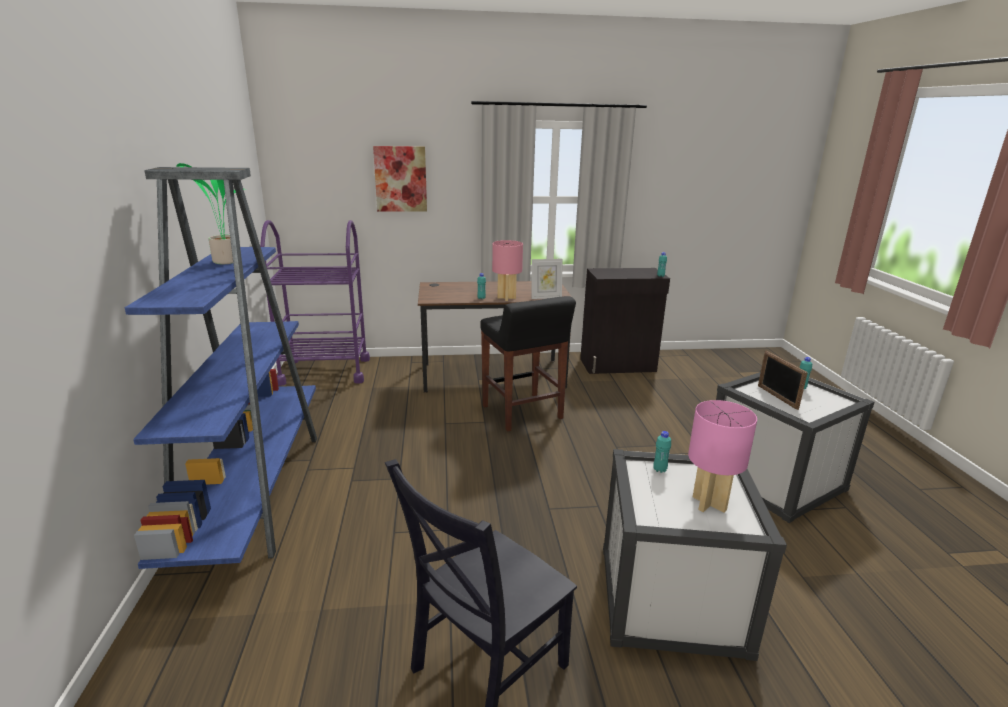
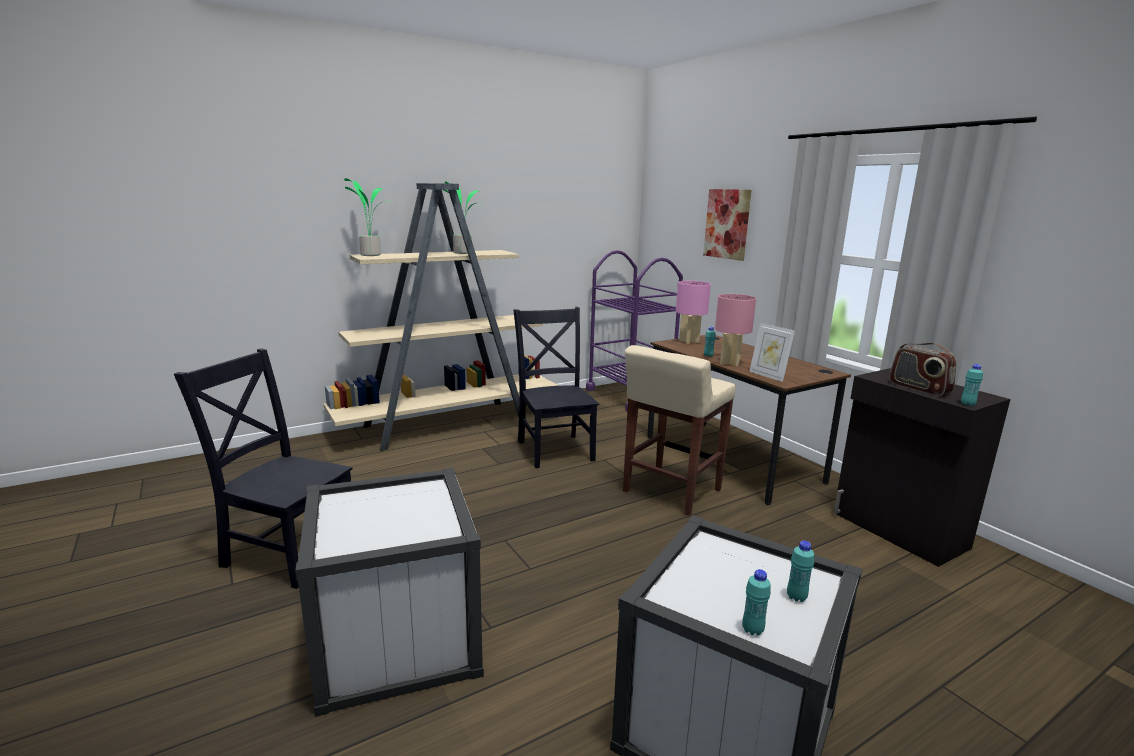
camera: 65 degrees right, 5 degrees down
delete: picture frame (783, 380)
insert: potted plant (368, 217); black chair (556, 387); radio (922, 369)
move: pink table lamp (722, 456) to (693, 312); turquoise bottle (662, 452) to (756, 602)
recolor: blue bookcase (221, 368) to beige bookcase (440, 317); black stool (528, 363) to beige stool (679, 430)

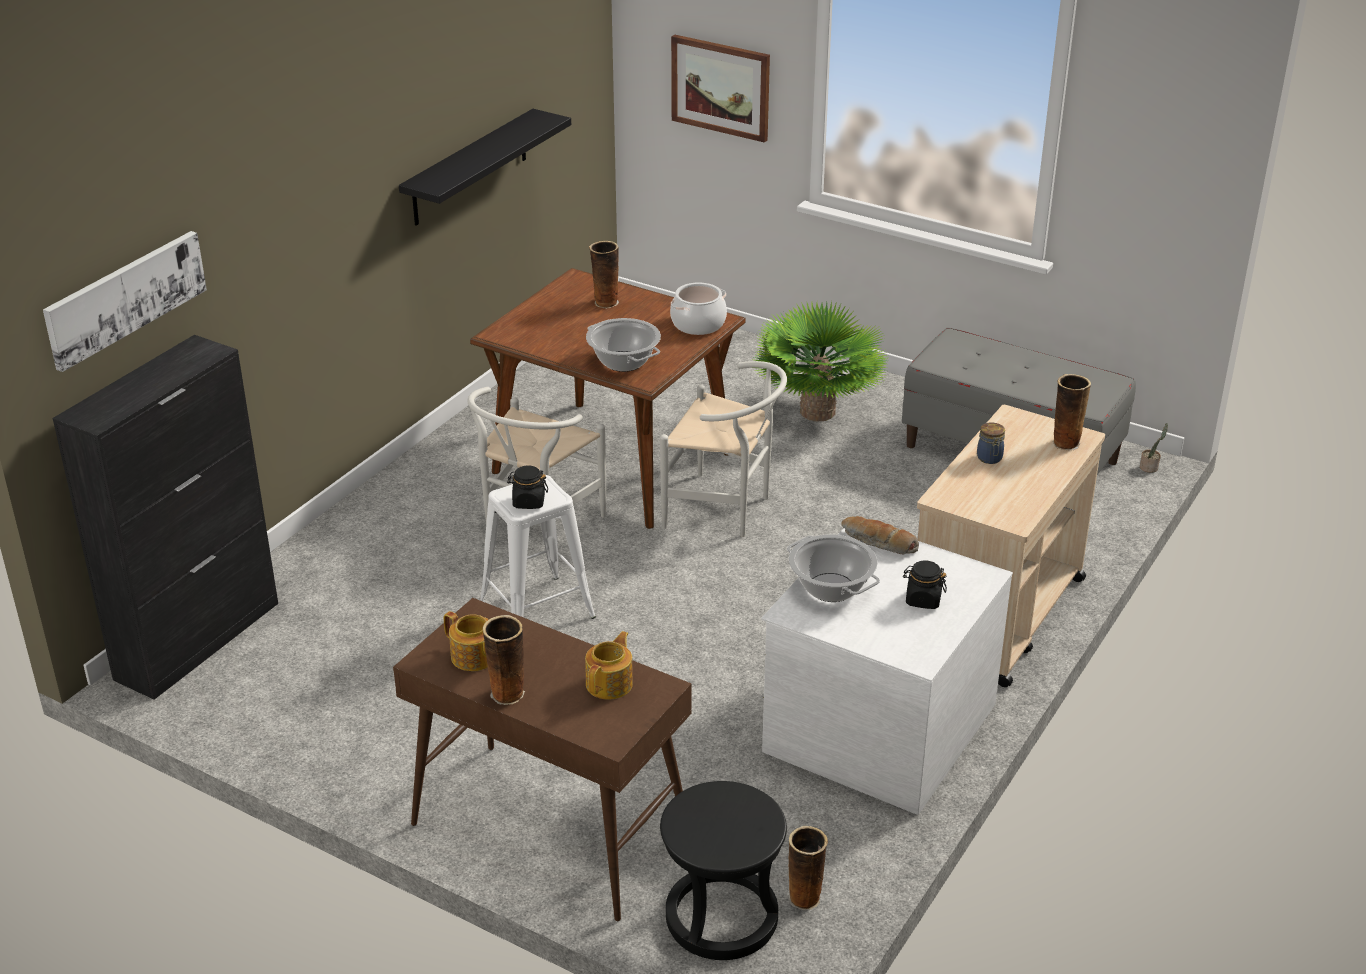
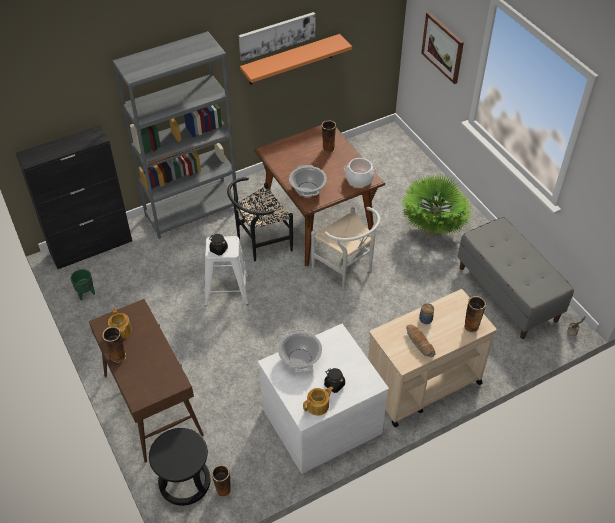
camera: 30 degrees right, 15 degrees up
insert: green planter (83, 284); grey bookcase (174, 135)
move: picture (125, 301) to (277, 36); teapot (609, 665) to (318, 401); bread (880, 535) to (421, 341)
recolor: white chair (537, 454) to black chair (260, 219); black shelf (485, 167) to orange shelf (296, 59)

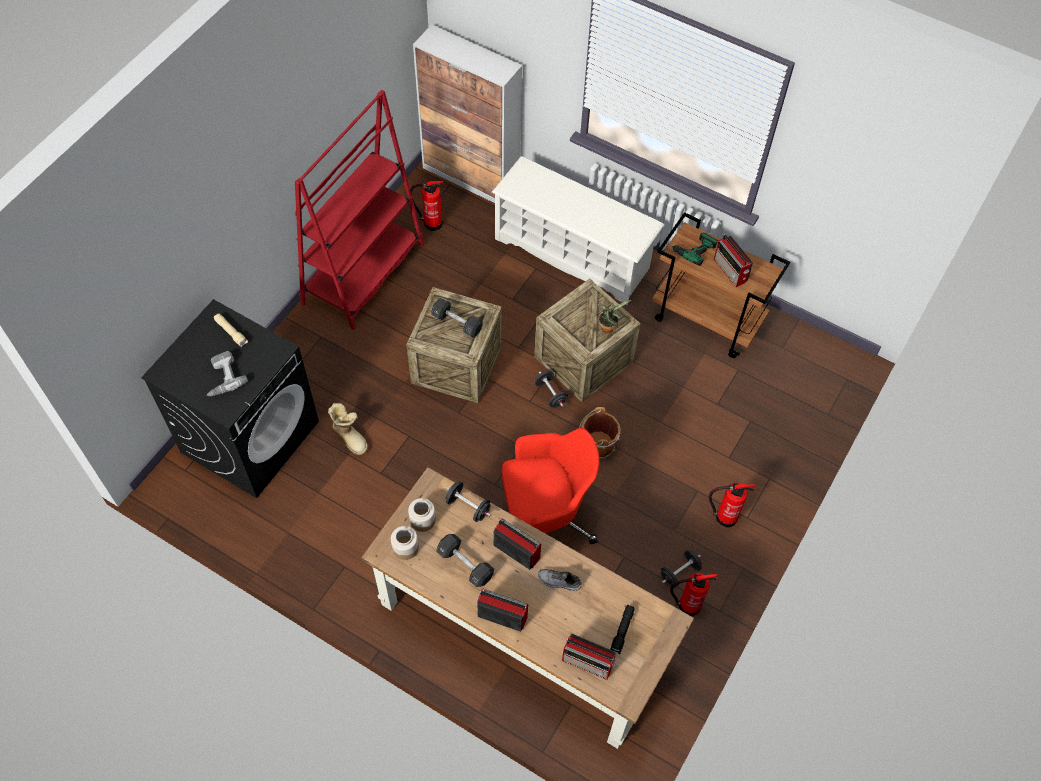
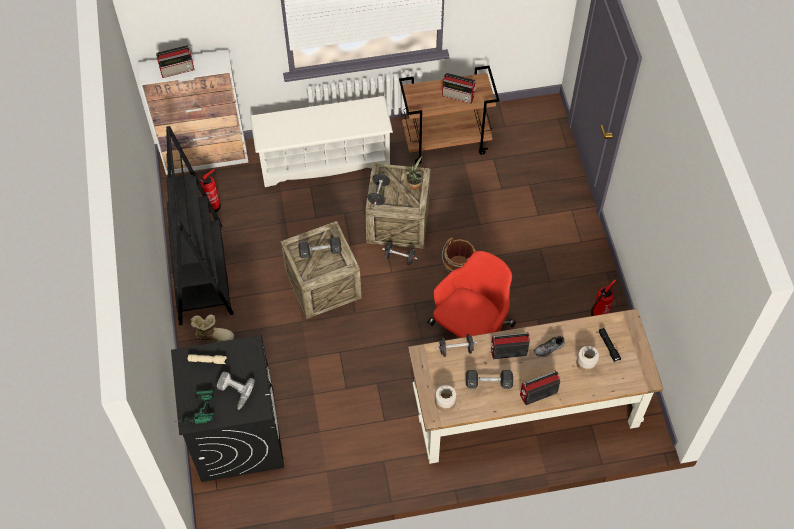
camera: 40 degrees left, 0 degrees up
delete: fire extinguisher (732, 505)
move: radio (589, 656) to (175, 61); power drill (692, 249) to (194, 406); boot (348, 429) to (212, 328); black dumbbell (681, 569) to (378, 189); jar (422, 515) to (587, 359)
recolor: red bookcase (359, 210) to black bookcase (200, 226)

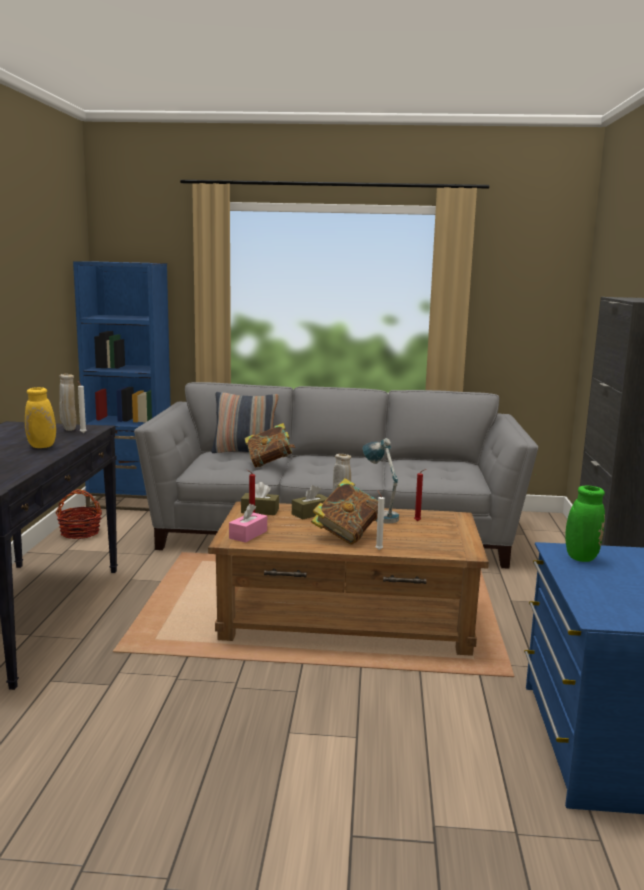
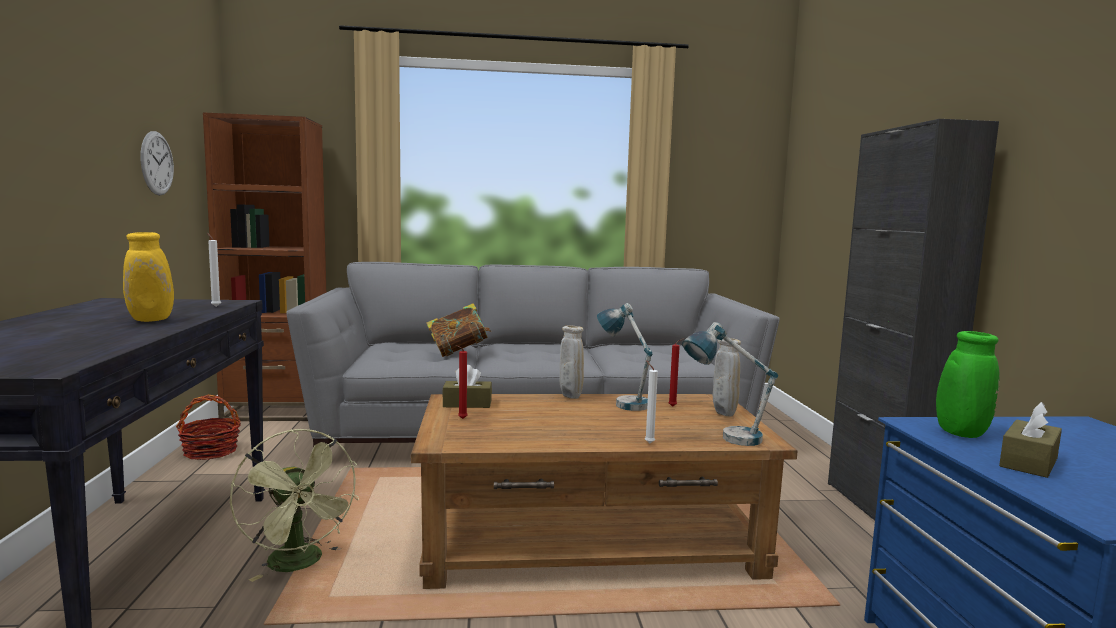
camera: 10 degrees left, 5 degrees down
delete: pillow (245, 422); pink tissue box (248, 523); book (344, 511)
insert: wall clock (157, 163); green fan (294, 505); table lamp (730, 384)
move: beige vase (67, 402) to (727, 377); brown tissue box (310, 502) to (1030, 440)
recolor: blue bookcase (122, 386) to brown bookcase (264, 267)

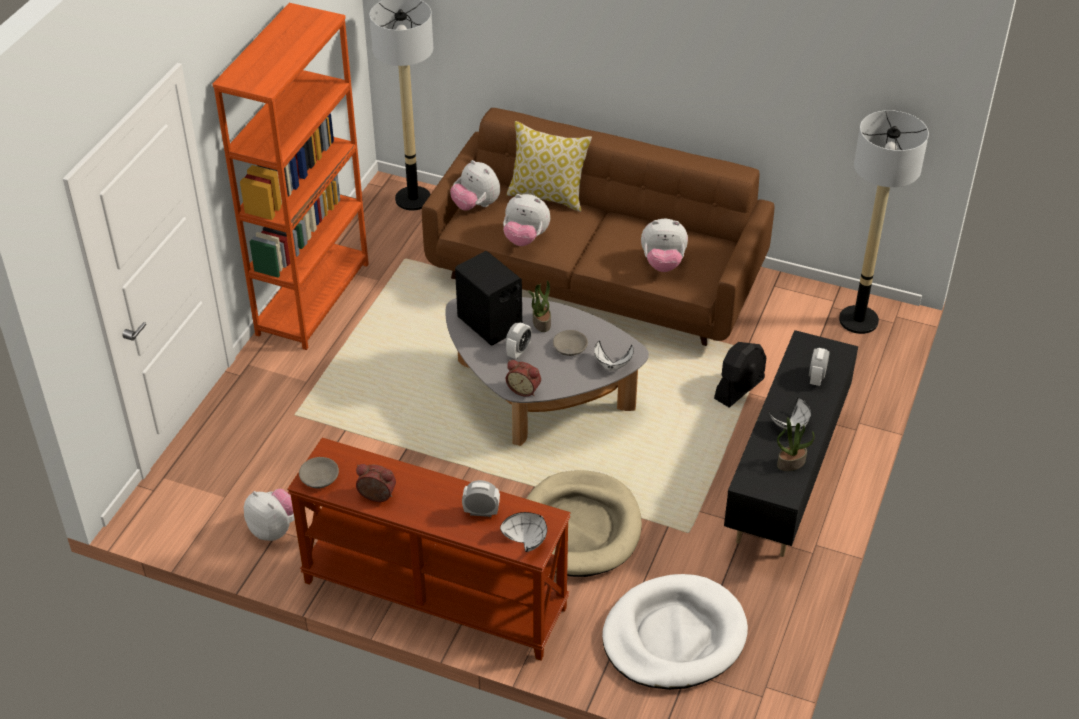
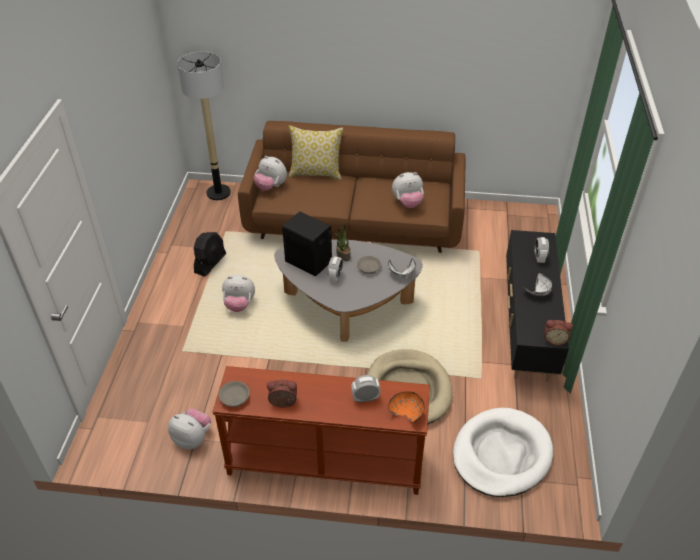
camera: 15 degrees left, 0 degrees up
delete: orange bookcase (291, 176); potted plant (795, 444); floor lamp (884, 222)
move: black fan (740, 375) to (210, 254); plush toy (526, 220) to (238, 293); alarm clock (523, 378) to (559, 332)
recolor: white bowl (523, 532) to orange bowl (406, 407)

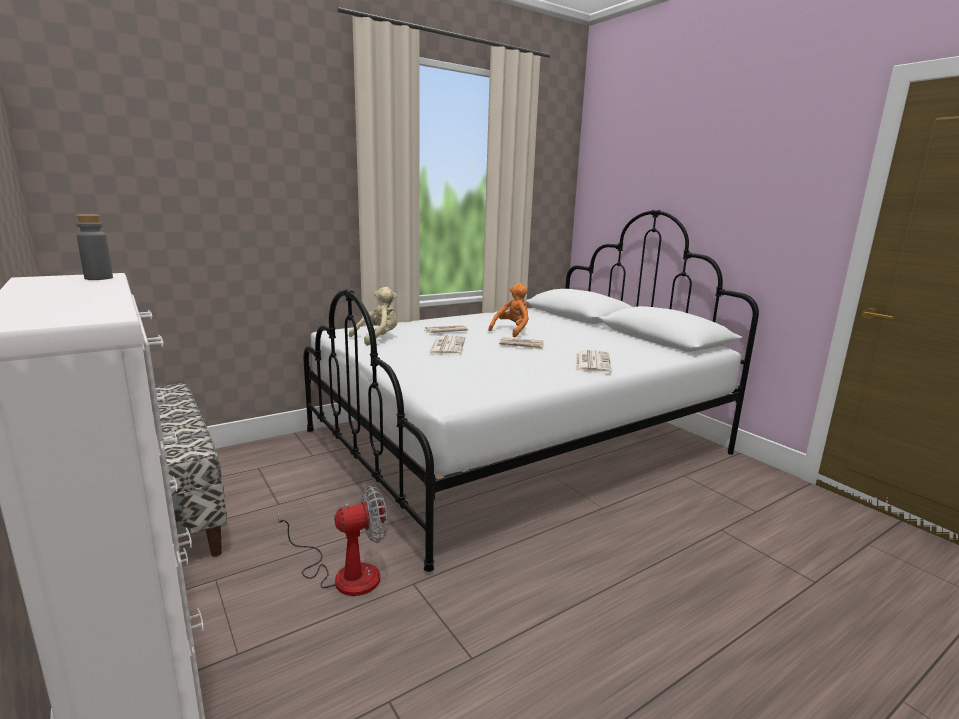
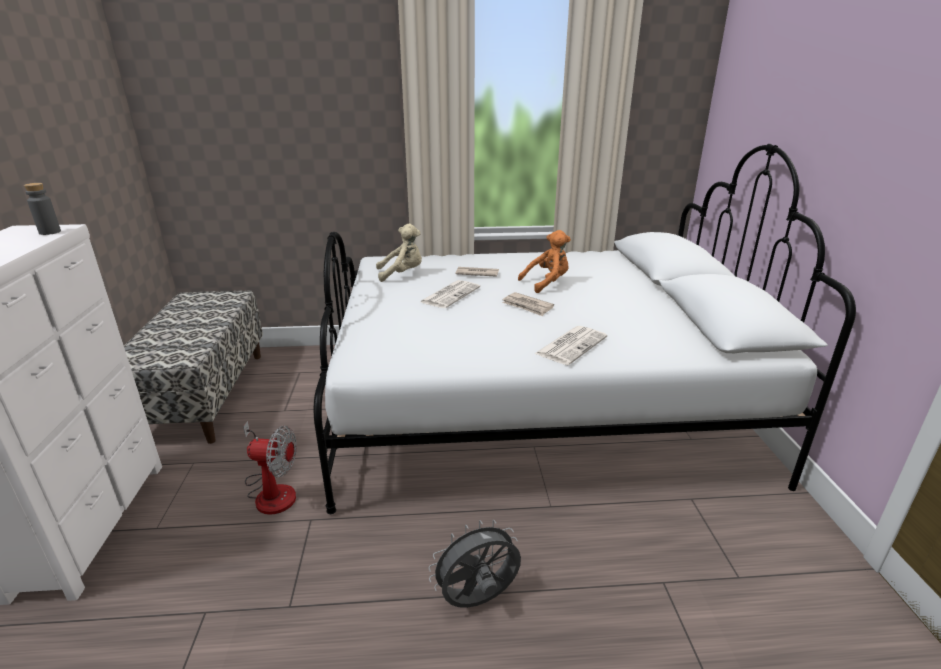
camera: 30 degrees right, 10 degrees up
insert: grey fan (474, 564)

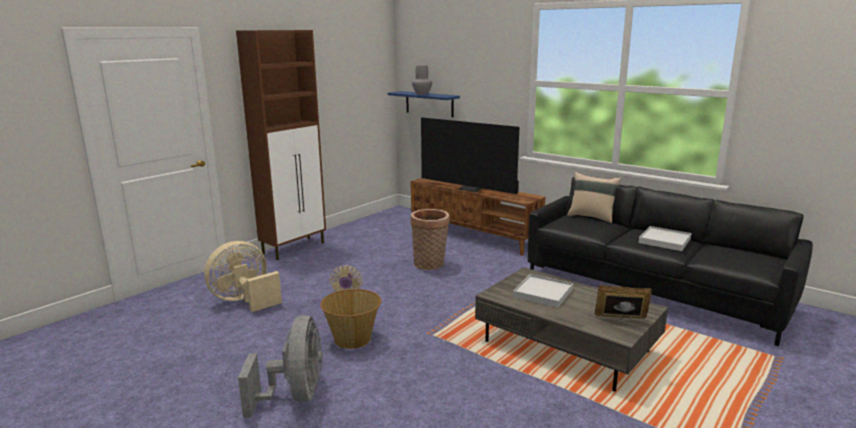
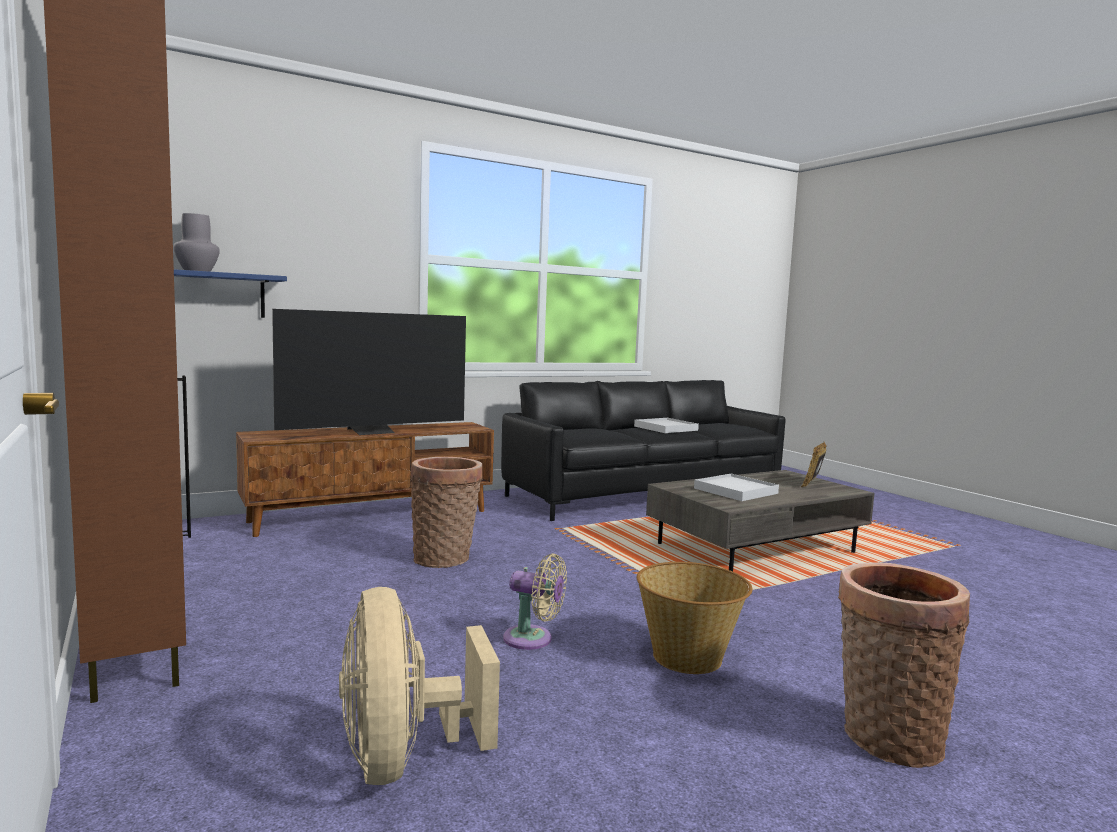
camera: 70 degrees left, 10 degrees down
delete: beige pillow (594, 197)
replace: grey fan (280, 366) to basket (904, 665)

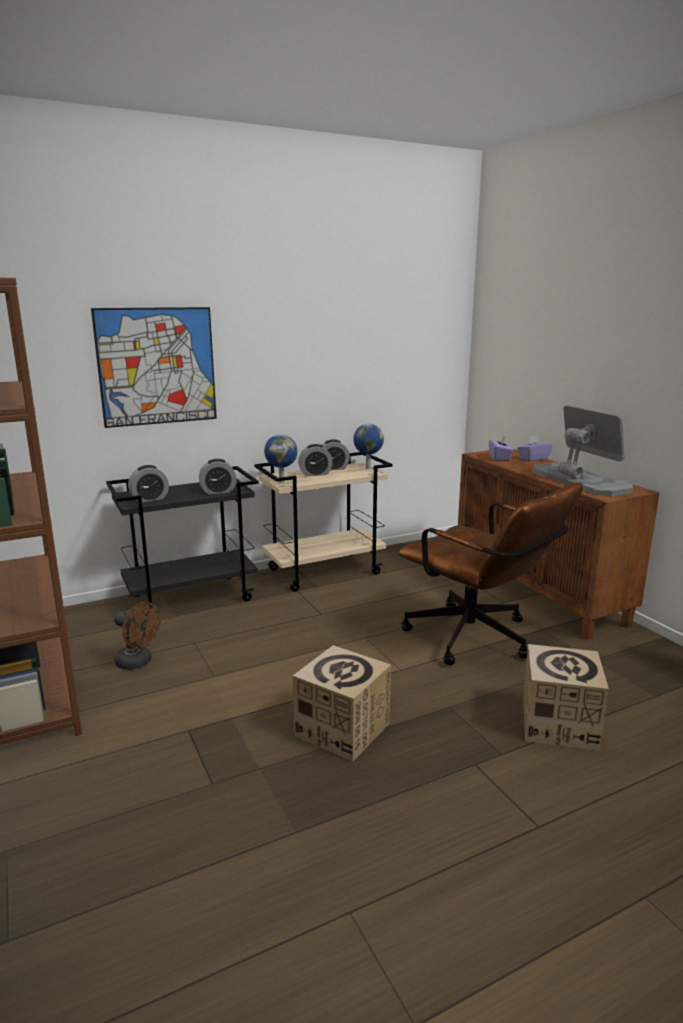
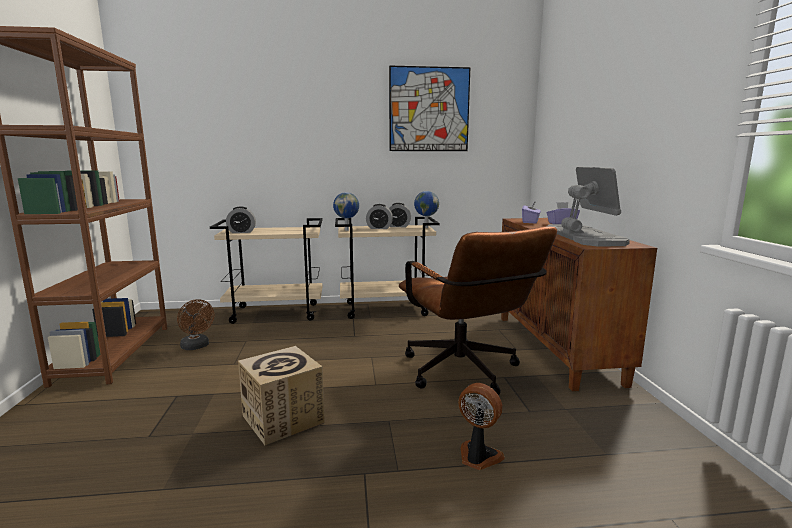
camera: 20 degrees right, 5 degrees down
delete: alarm clock (218, 476)
move: picture (154, 367) to (429, 108)
replace: cardboard box (566, 697) to fan (481, 426)
recolor: black cart (182, 541) to beige cart (266, 271)

